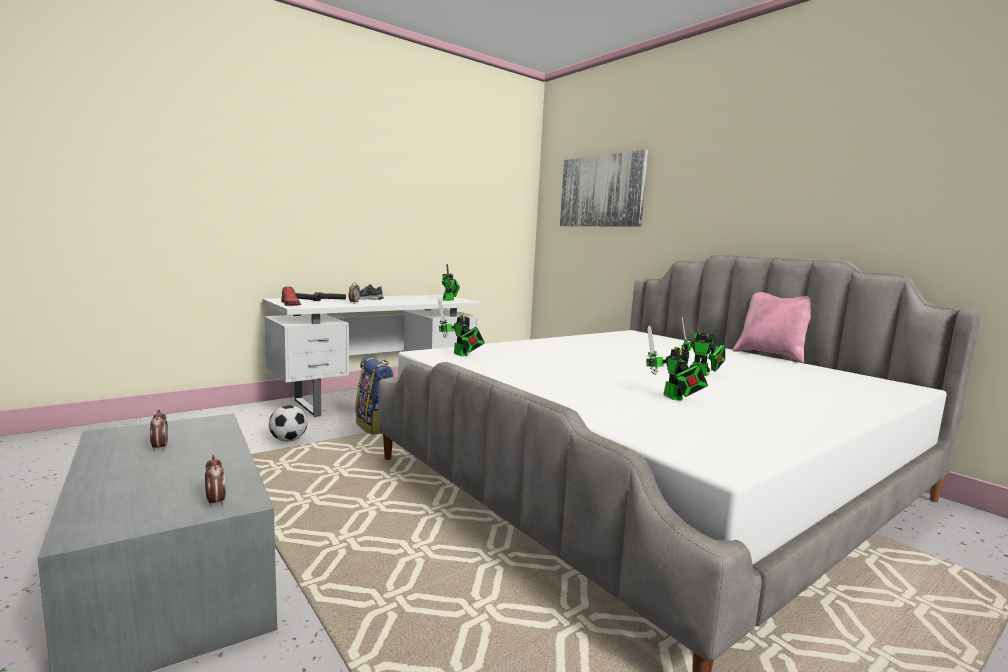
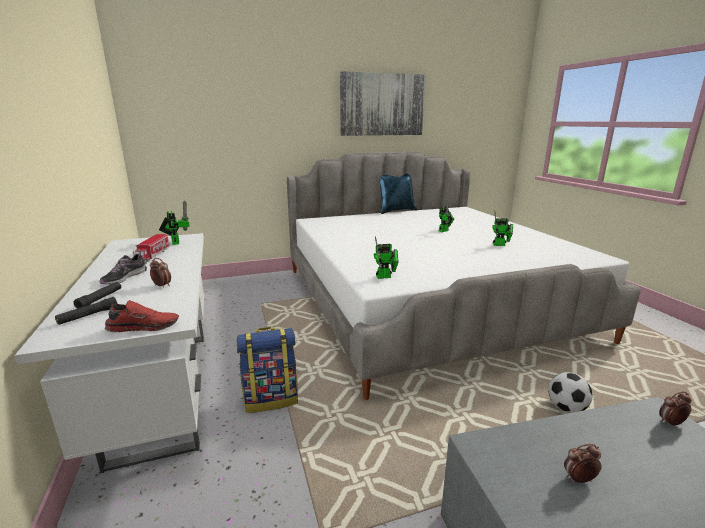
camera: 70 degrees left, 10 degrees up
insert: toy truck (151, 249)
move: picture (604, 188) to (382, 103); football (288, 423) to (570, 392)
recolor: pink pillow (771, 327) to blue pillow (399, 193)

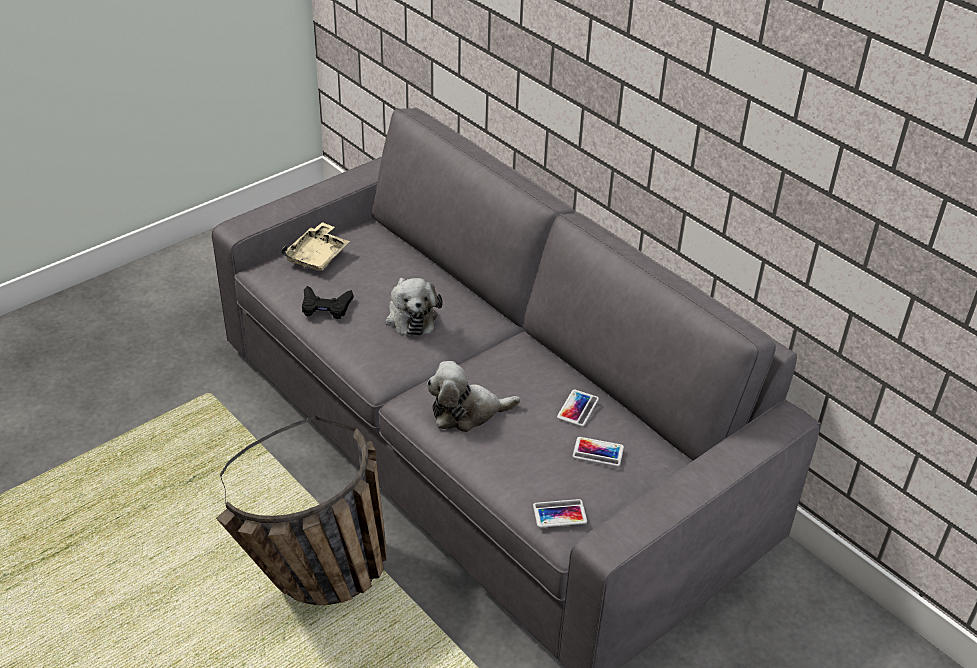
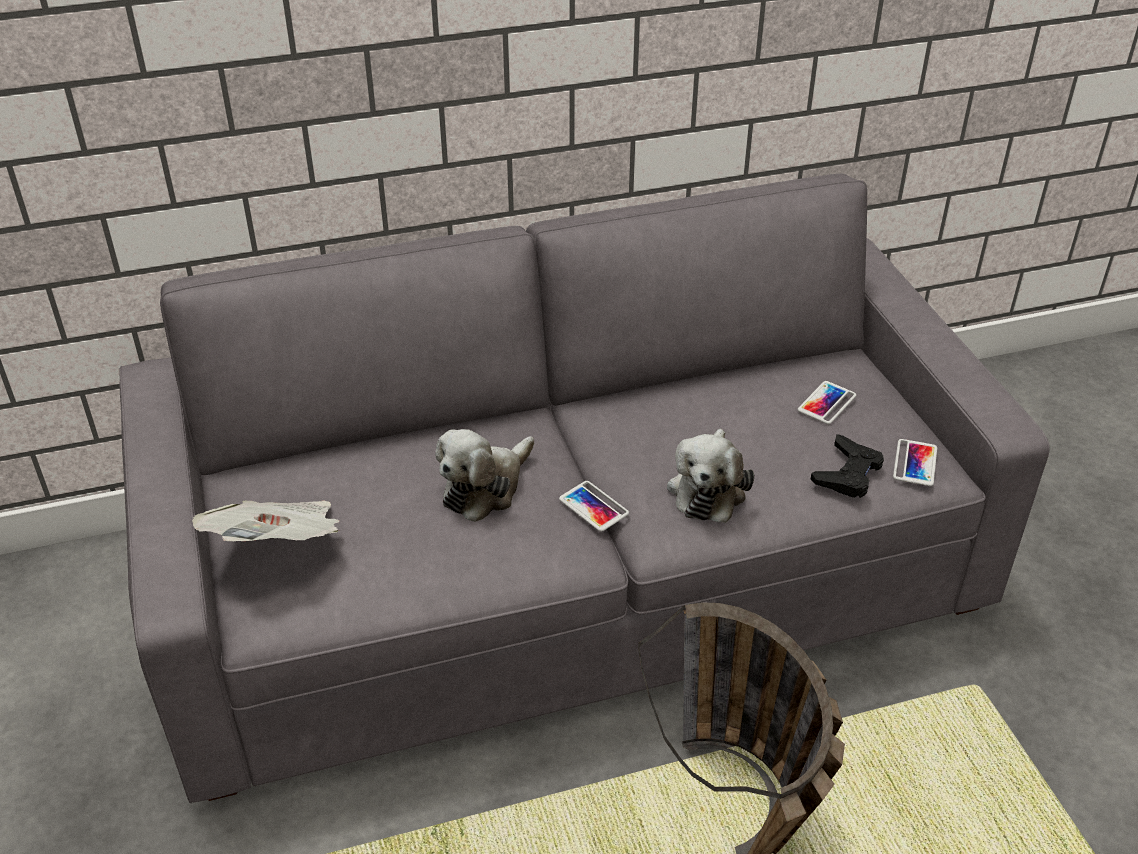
camera: 65 degrees left, 0 degrees up
move: phone (578, 408) to (594, 506); black game controller (328, 302) to (847, 466)
replace: beige tray (315, 246) to newspaper (265, 520)
rotate: plush toy (414, 307) = (484, 475) 120 degrees clockwise

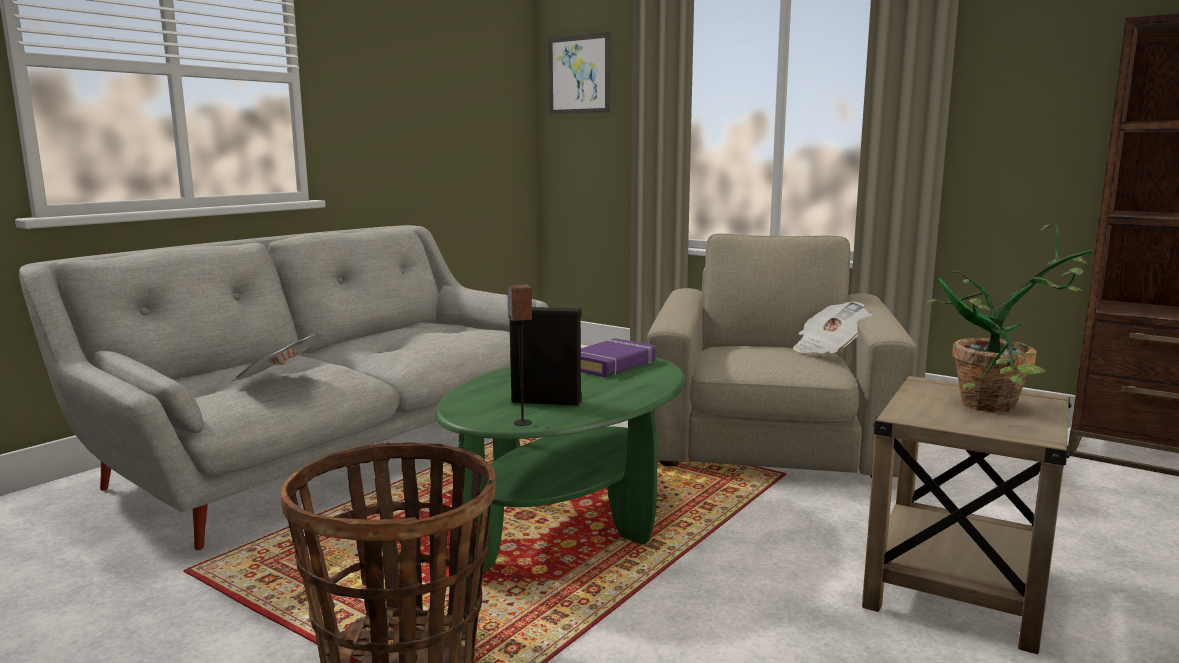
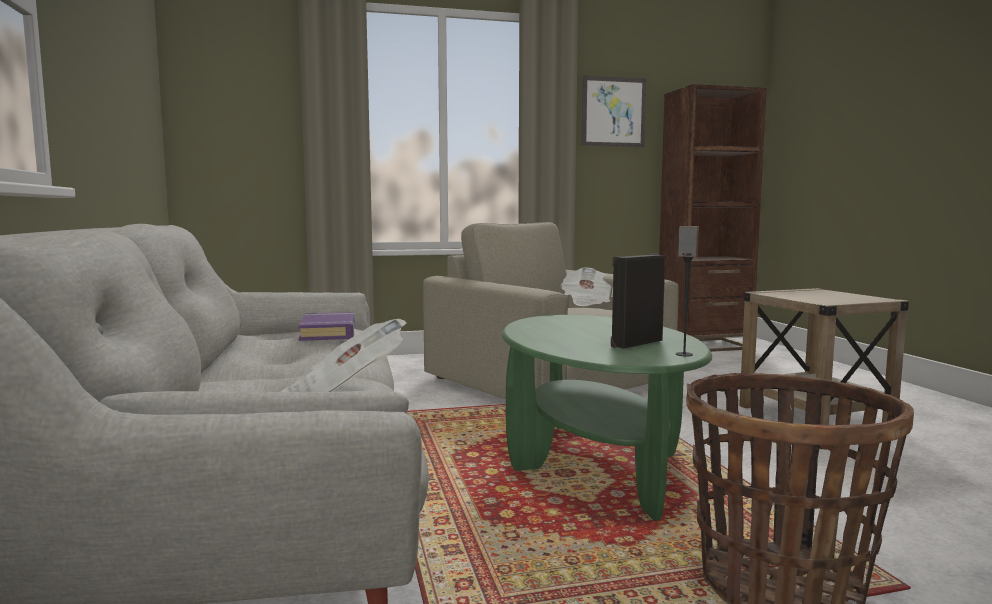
camera: 50 degrees left, 5 degrees down
delete: potted plant (1010, 318)
move: purple book (618, 357) to (326, 326); picture (579, 73) to (614, 111)

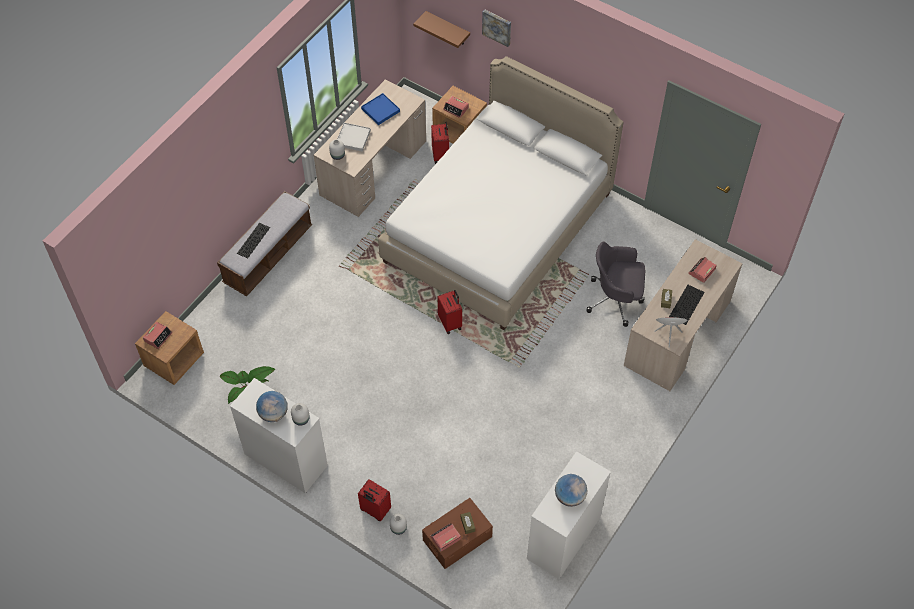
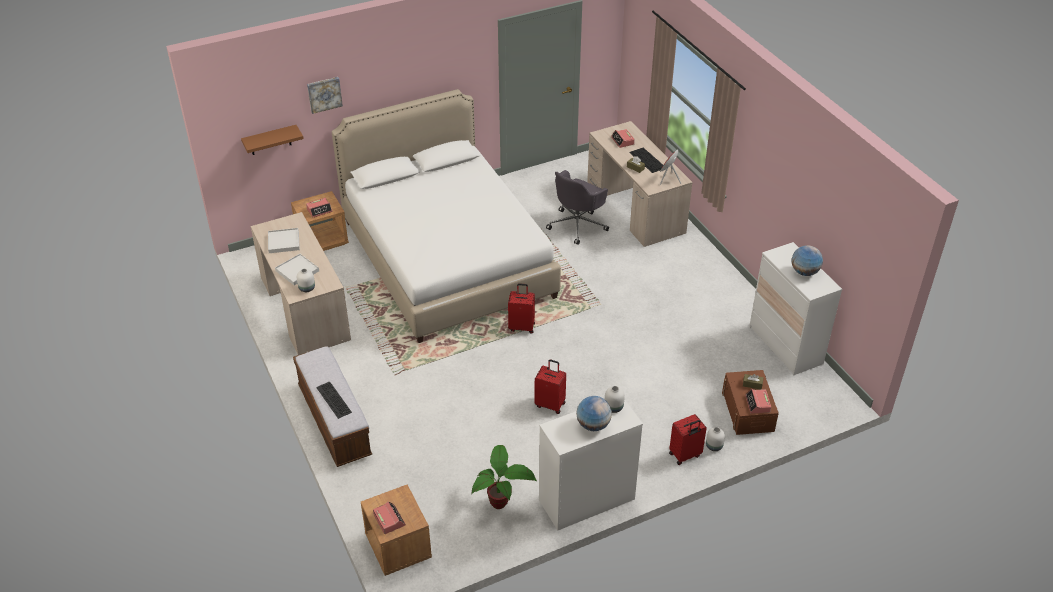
camera: 60 degrees left, 15 degrees down
move: red suitcase (440, 143) to (550, 386)
recolor: blue tray (380, 109) to white tray (284, 240)

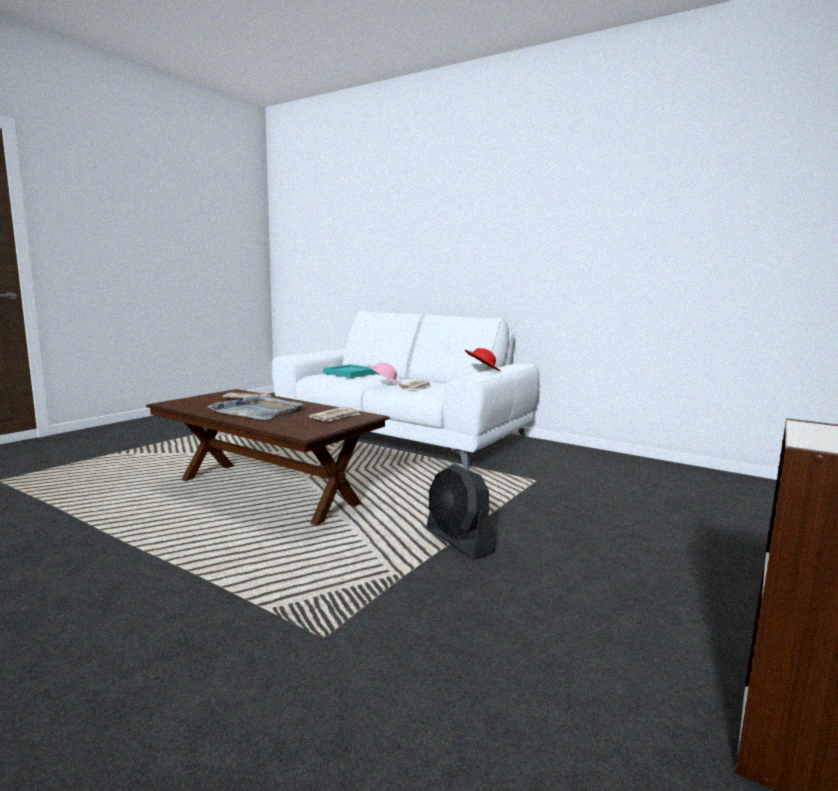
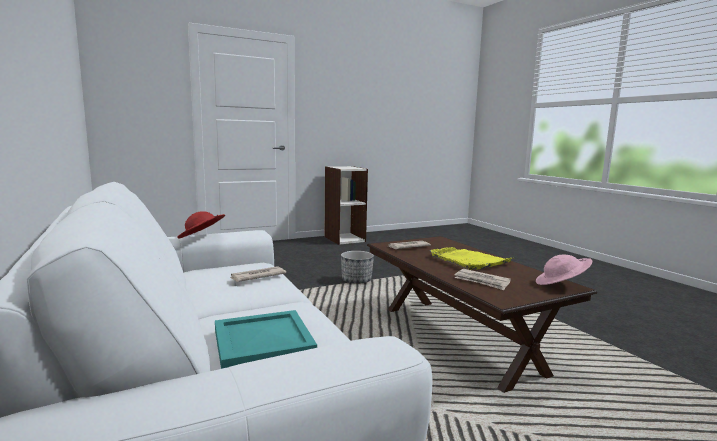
camera: 150 degrees left, 0 degrees up
move: pink hat (384, 373) to (564, 269)
replace: black fan (460, 512) to planter (357, 267)
recolor: grey tray (255, 407) to yellow tray (471, 258)

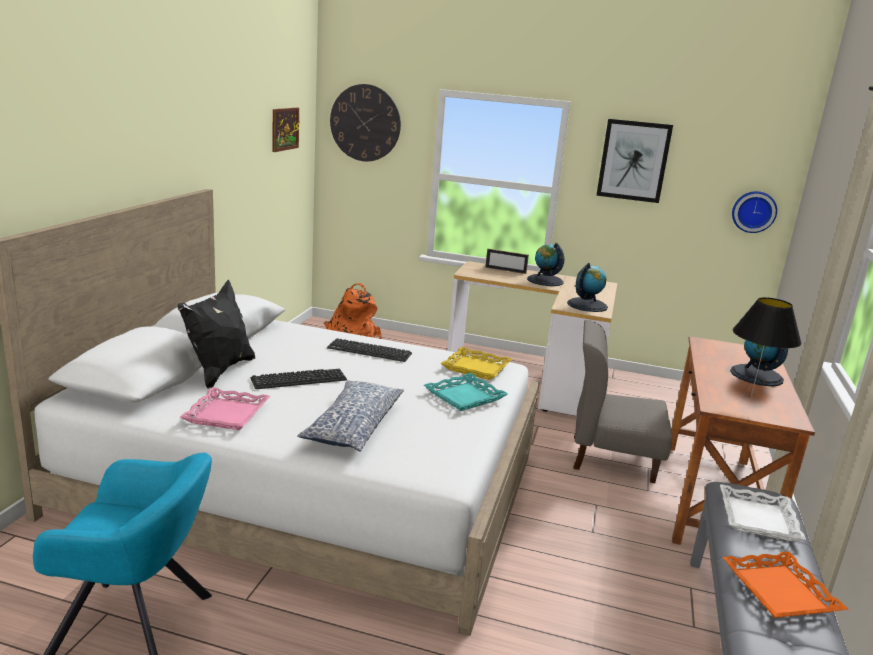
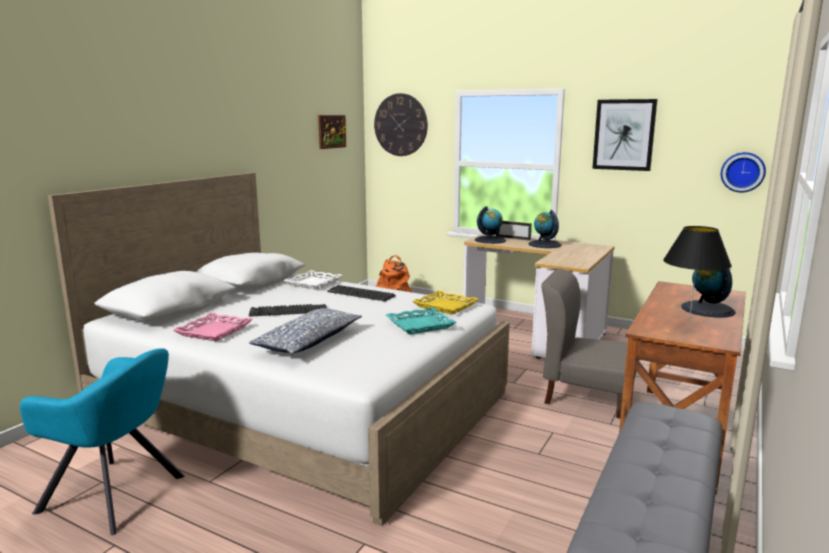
camera: 15 degrees right, 5 degrees down
delete: black pillow (216, 334); orange tray (785, 585)
move: white tray (763, 513) to (313, 280); globe (587, 287) to (490, 225)

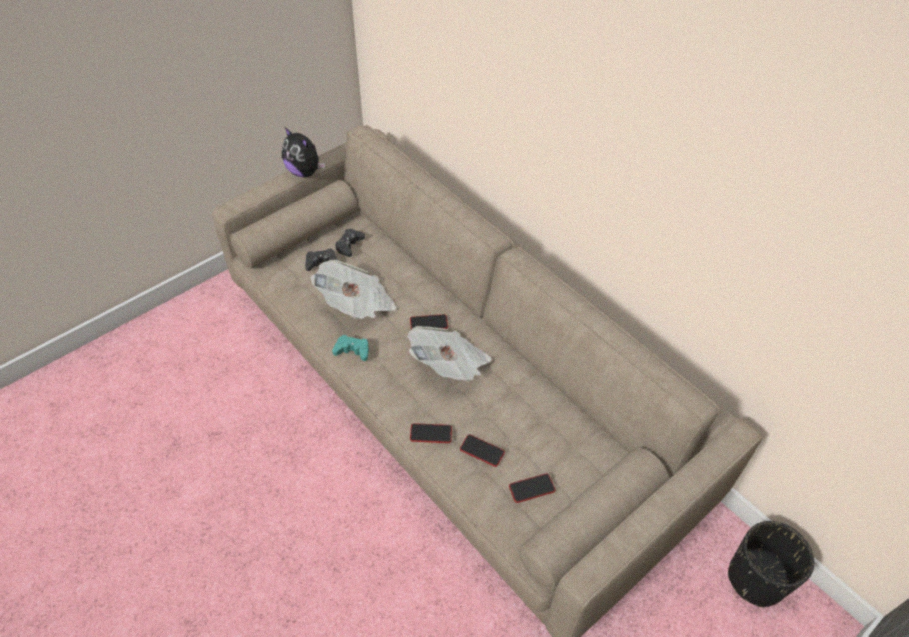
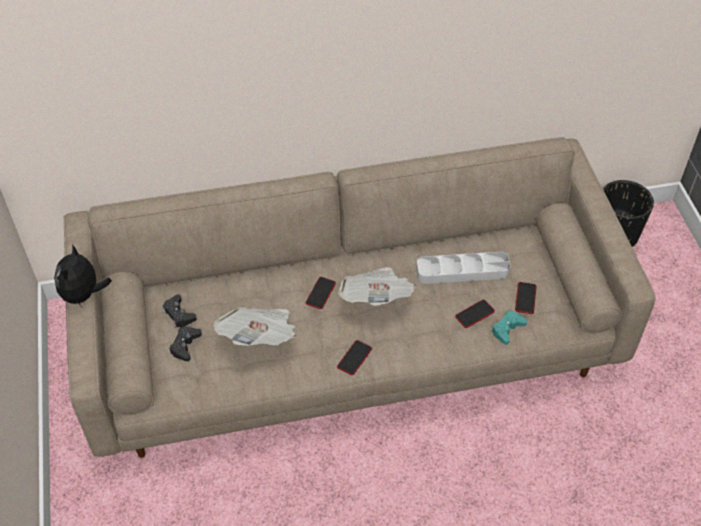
camera: 60 degrees left, 0 degrees up
insert: grey tray (463, 268)
move: phone (431, 433) to (354, 357); turquoise game controller (350, 348) to (509, 328)
rotate: plush toy (303, 152) = (83, 275) 120 degrees clockwise

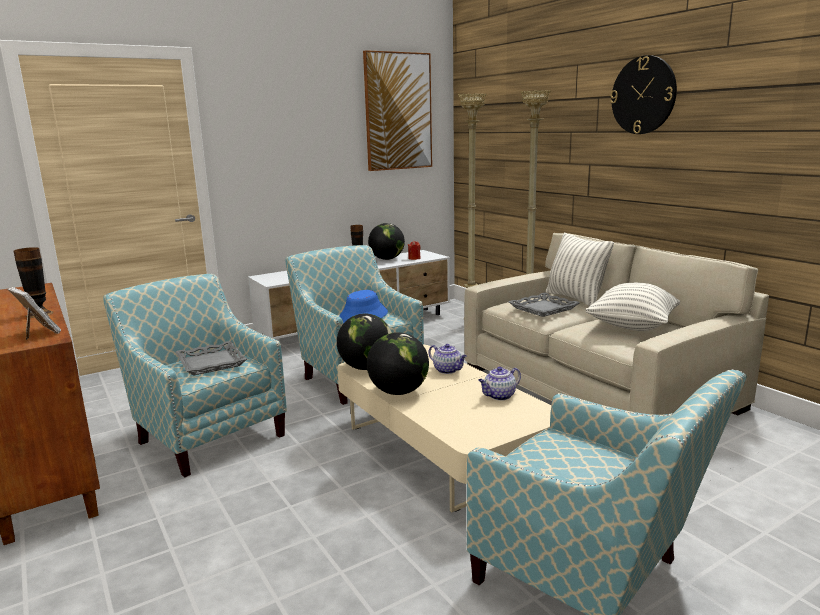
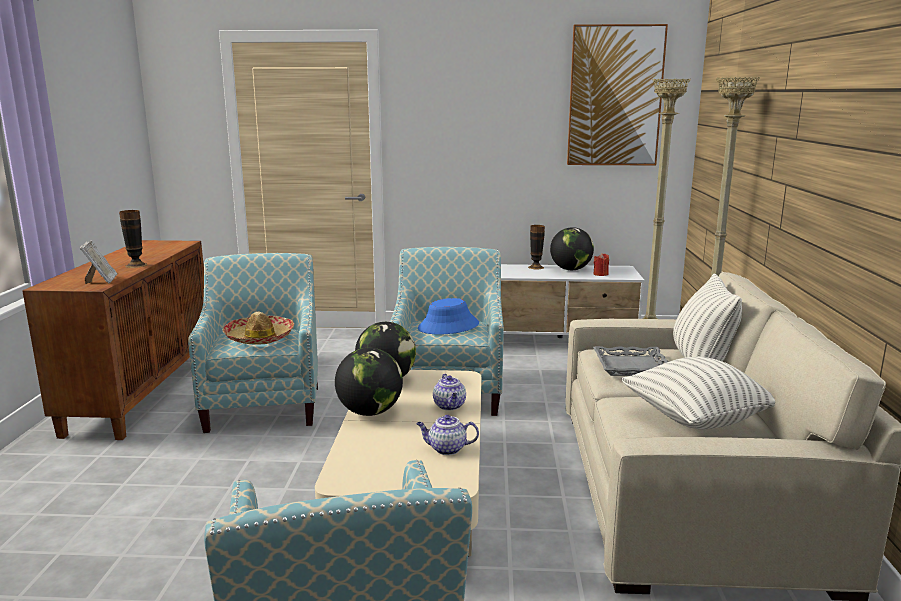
camera: 35 degrees right, 0 degrees up
delete: wall clock (643, 94)
replace: grey tray (211, 358) to hat (258, 328)

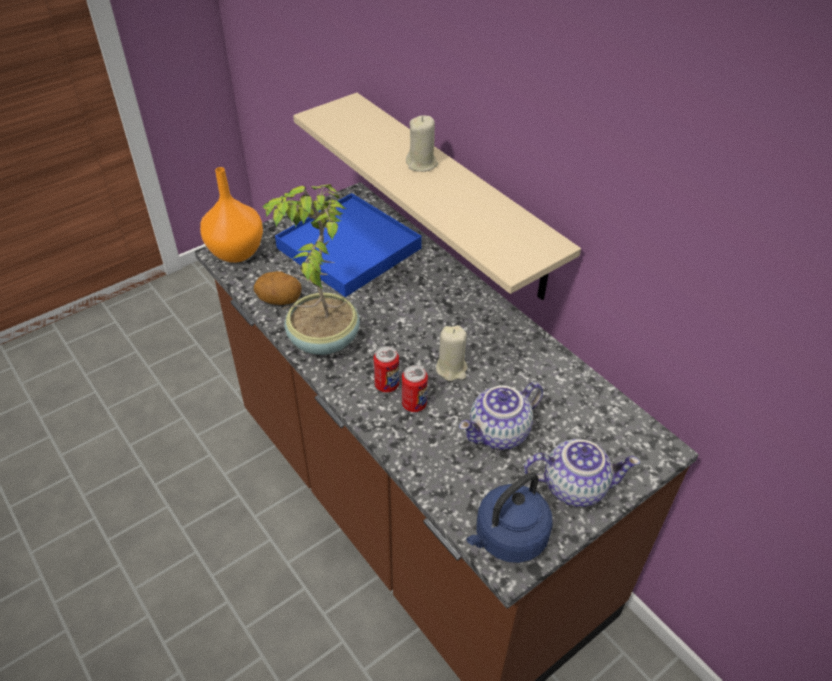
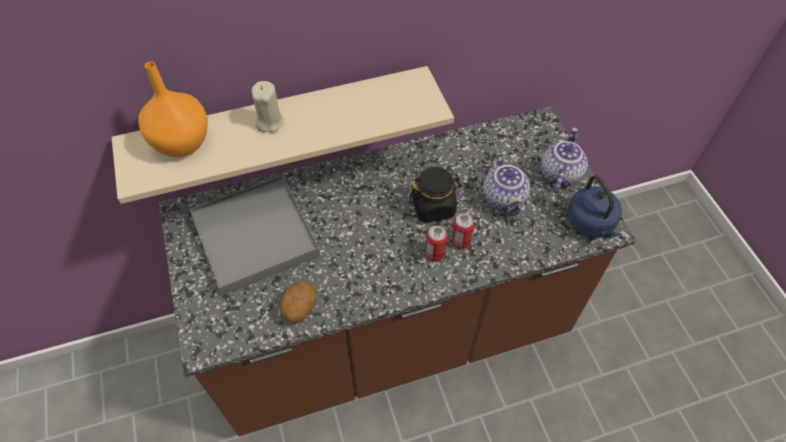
camera: 70 degrees left, 10 degrees up
delete: potted plant (311, 269)
move: orange vase (231, 215) to (173, 109)
replace: beige candle (452, 353) to black jar (435, 195)
recolor: blue tray (348, 245) to grey tray (255, 235)

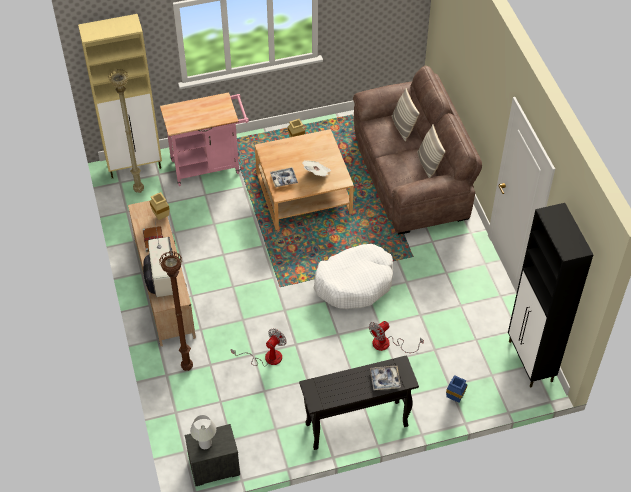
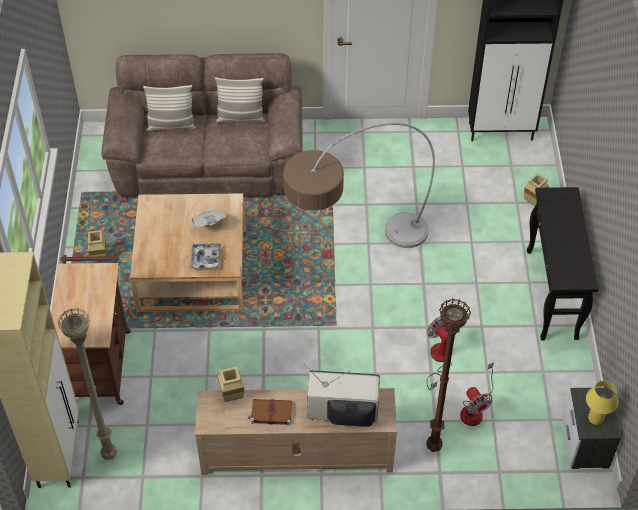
camera: 75 degrees left, 0 degrees up
delete: tray (385, 378)
move: fan (396, 337) to (477, 394)
replace: white dog bed (353, 276) to floor lamp (359, 185)
recolor: pink cart (204, 139) to brown cart (91, 329); blue vase (457, 389) to beige vase (536, 189); white table lamp (203, 432) to yellow table lamp (602, 403)

